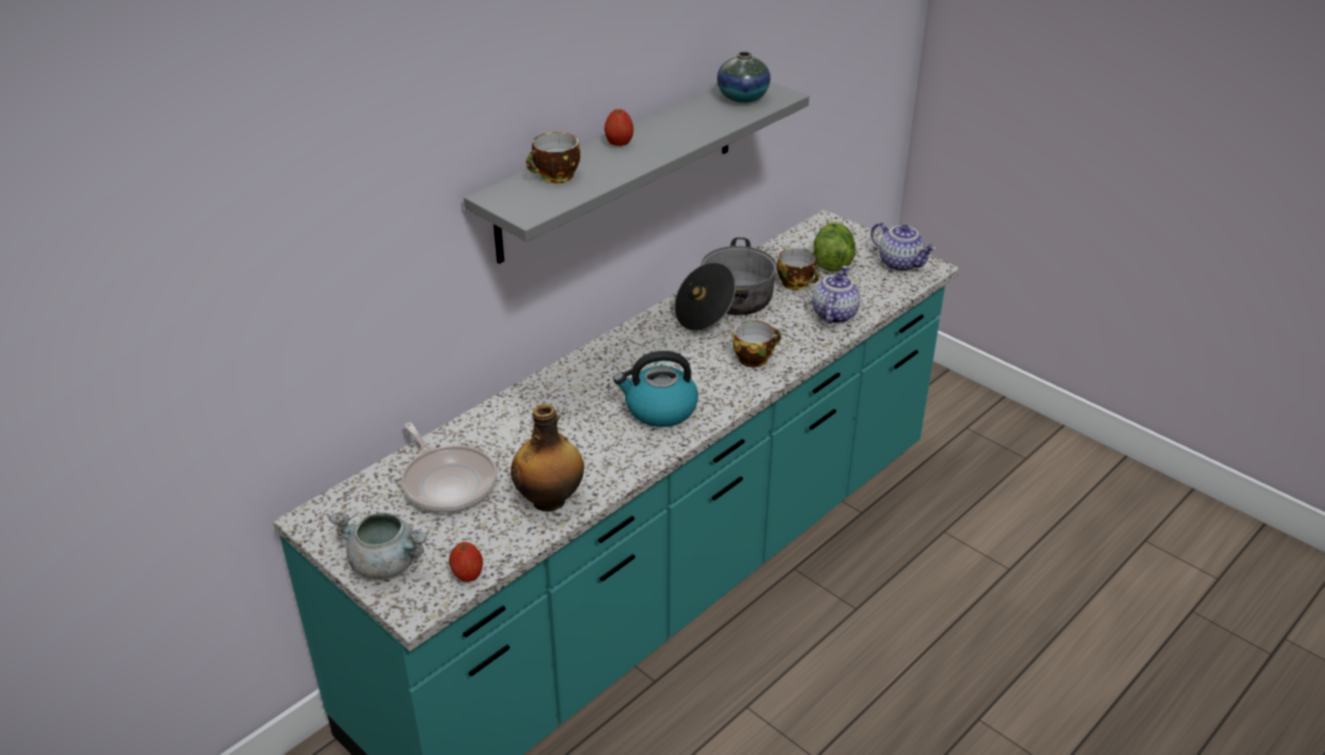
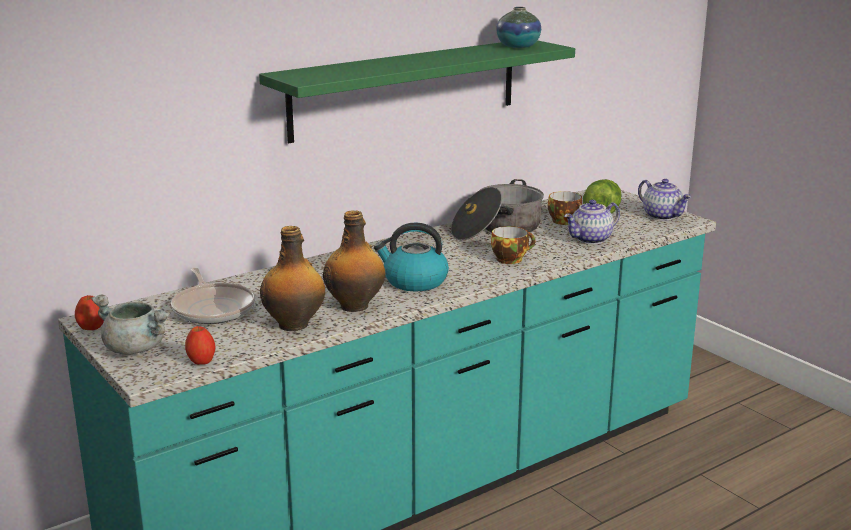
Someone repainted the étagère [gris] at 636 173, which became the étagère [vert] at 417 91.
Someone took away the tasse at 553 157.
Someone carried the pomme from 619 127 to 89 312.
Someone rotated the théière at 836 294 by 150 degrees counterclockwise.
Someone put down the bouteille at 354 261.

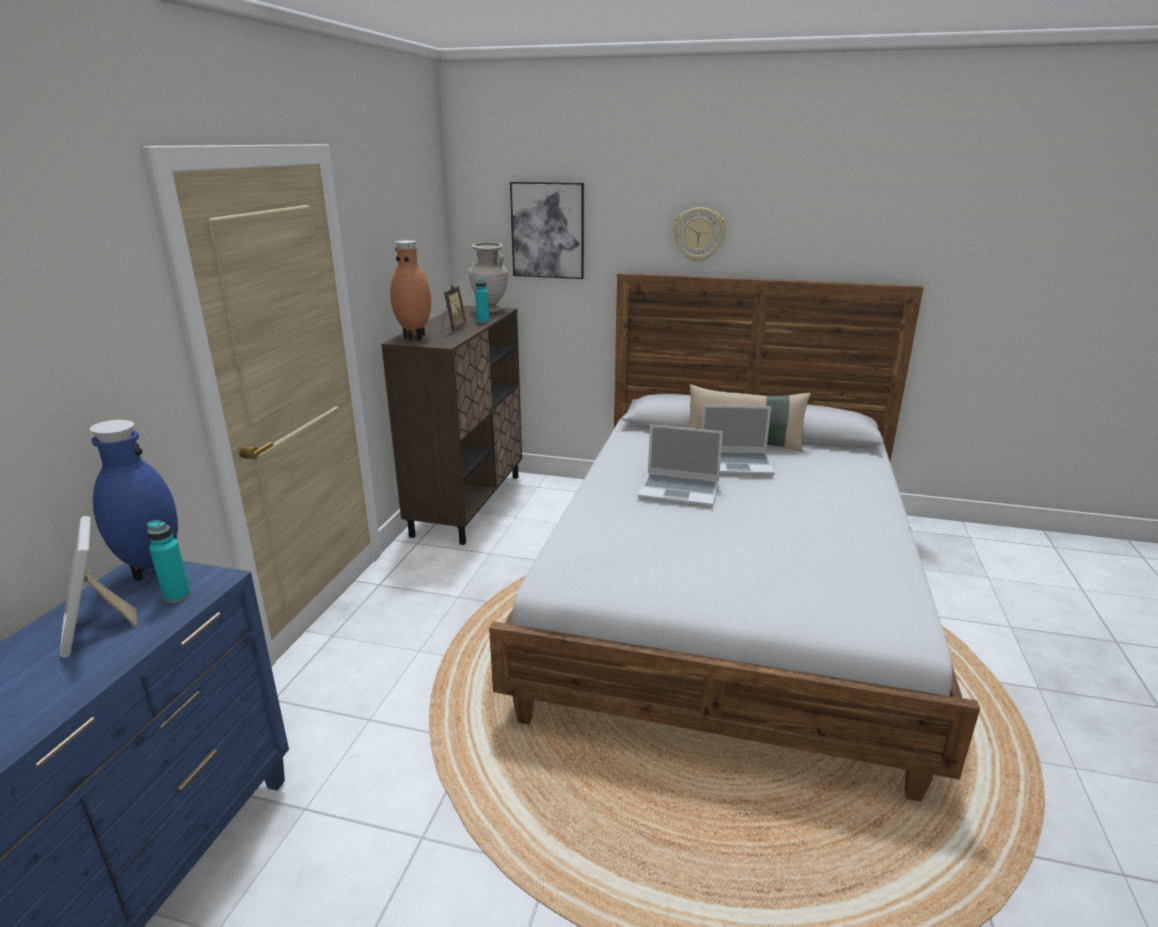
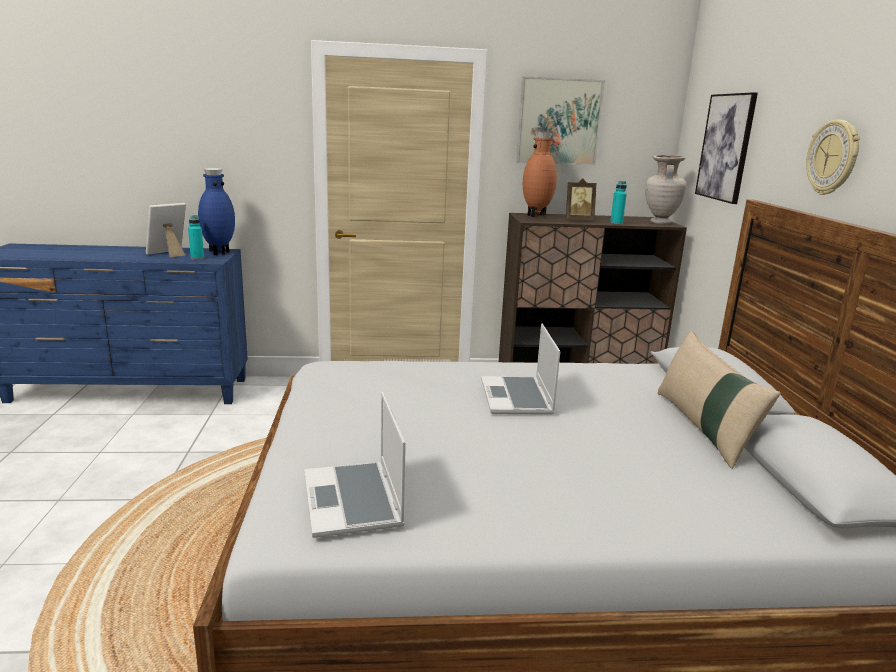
Someone carried the ordinateur portable from 738 440 to 355 465.
Someone put up the tableau at 560 121.

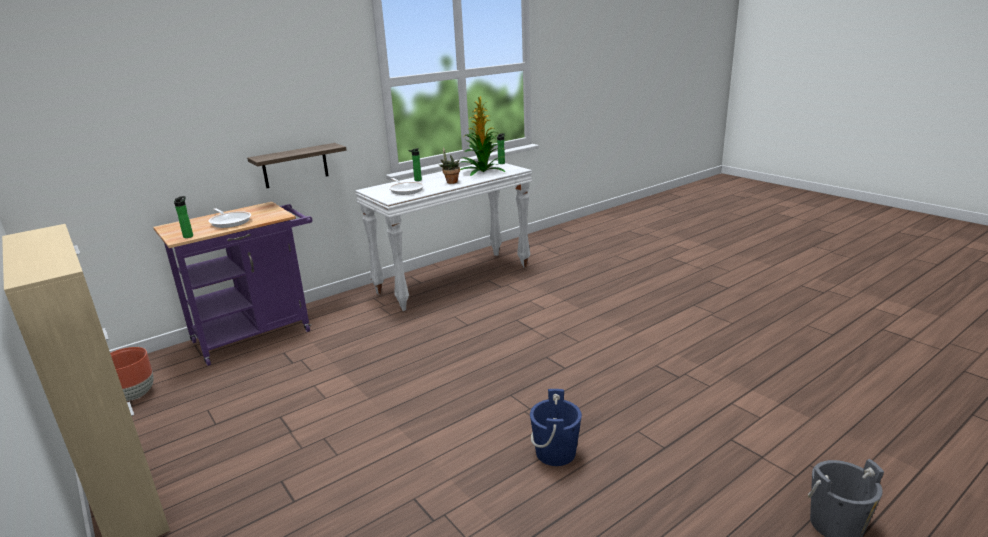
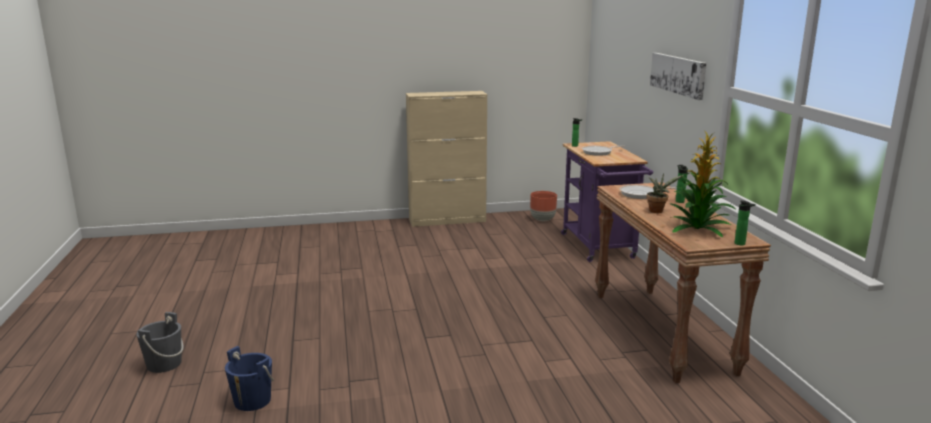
Someone took away the étagère at 297 165.
Someone repainted the table console [blanc] at 443 235, which became the table console [marron] at 683 282.
Someone carried the seau [bleu] from 556 427 to 249 378.
Someone put up the tableau at 678 76.

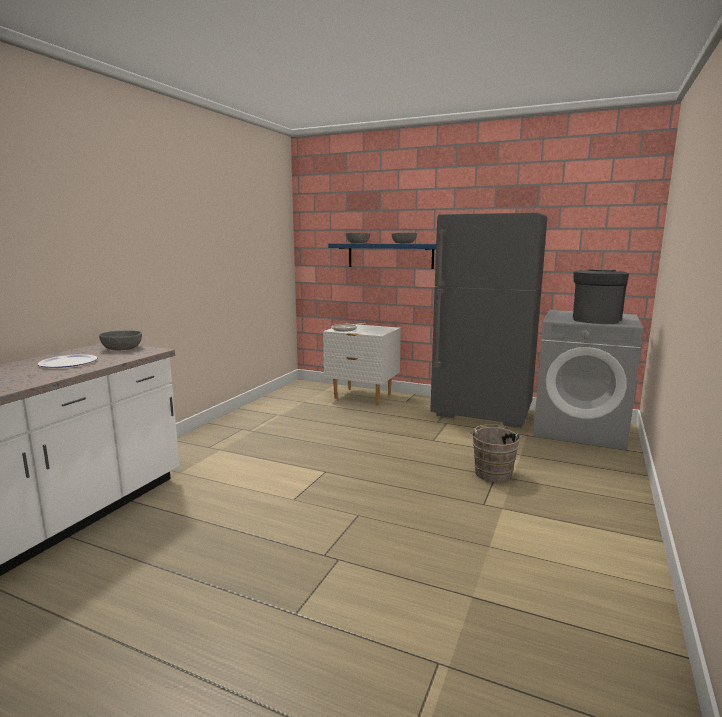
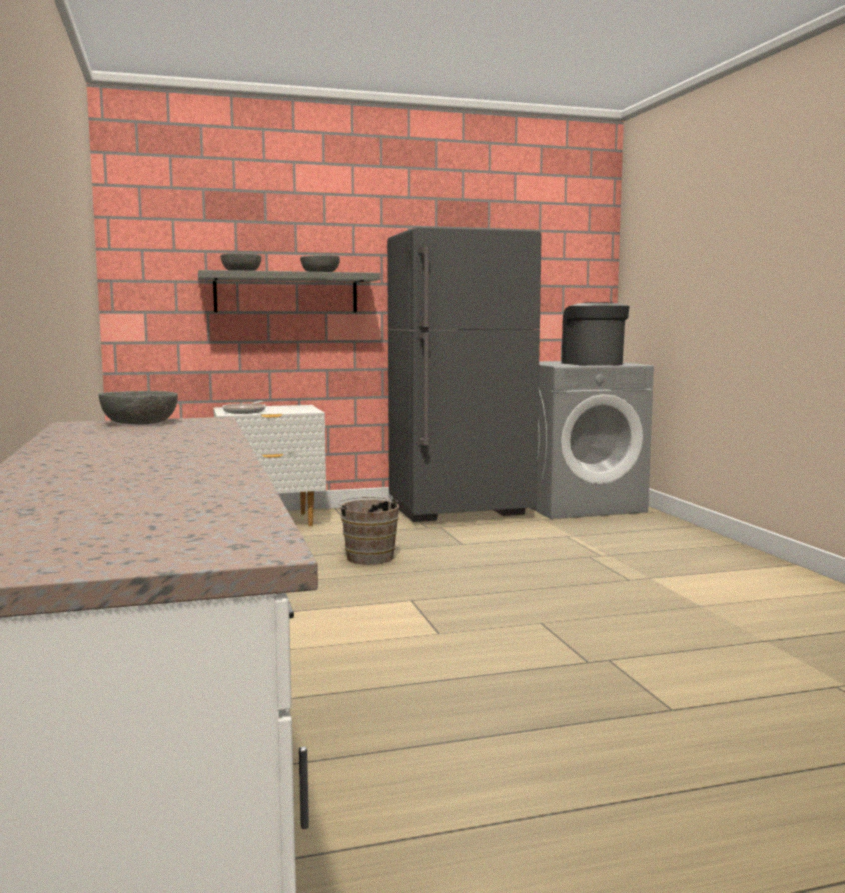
Someone took away the assiette at 67 361.
Someone repainted the étagère [bleu] at 382 256, which became the étagère [gris] at 289 291.
Someone carried the seau [marron] from 496 453 to 368 531.

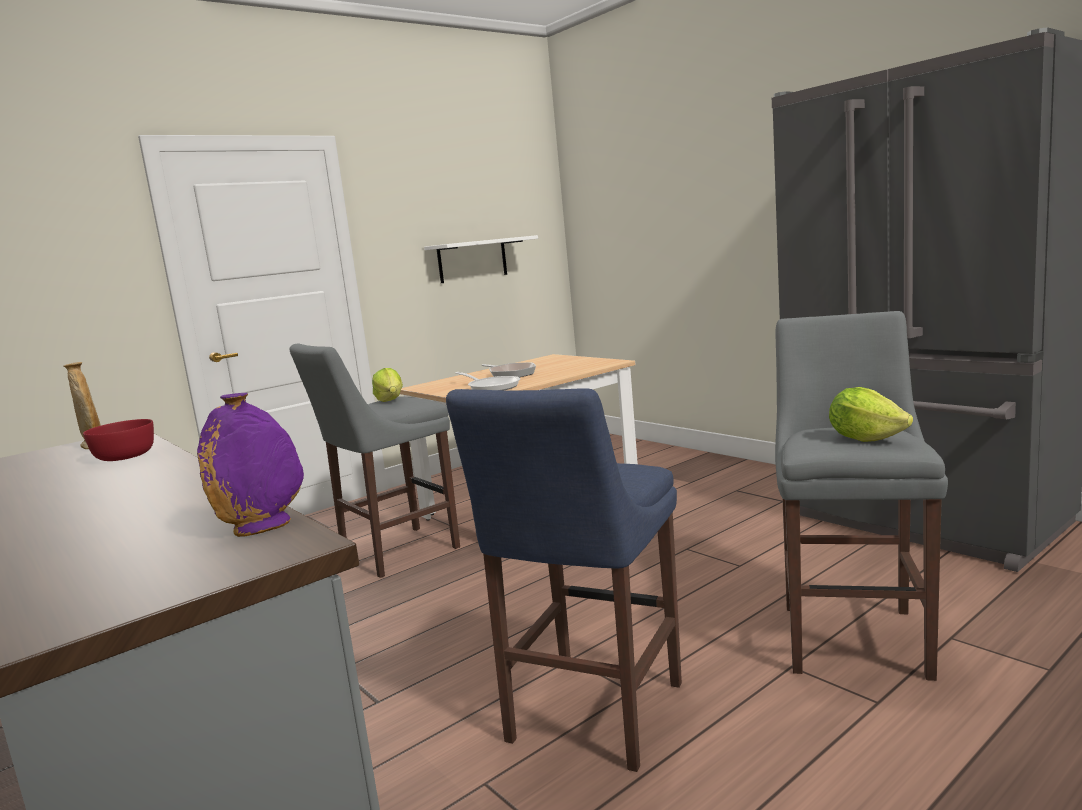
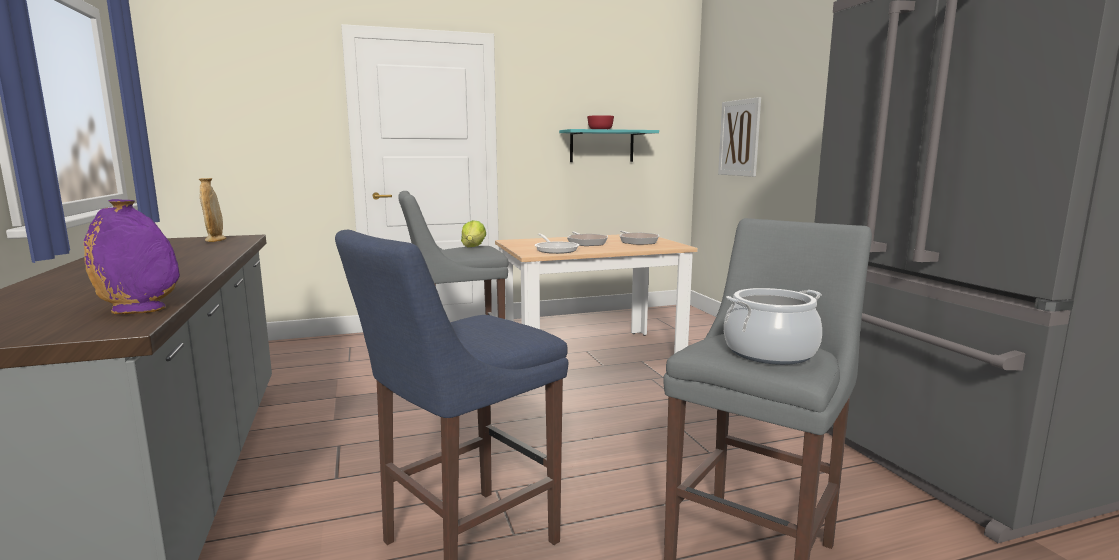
Someone carried the bol [rouge] from 118 440 to 600 122.
Someone repainted the étagère [blanc] at 481 259, which became the étagère [turquoise] at 609 145.
Someone swapped the laitue at 871 414 for the marmite at 773 326.
Someone put down the poêle at 639 237.
Someone put up the tableau at 739 137.

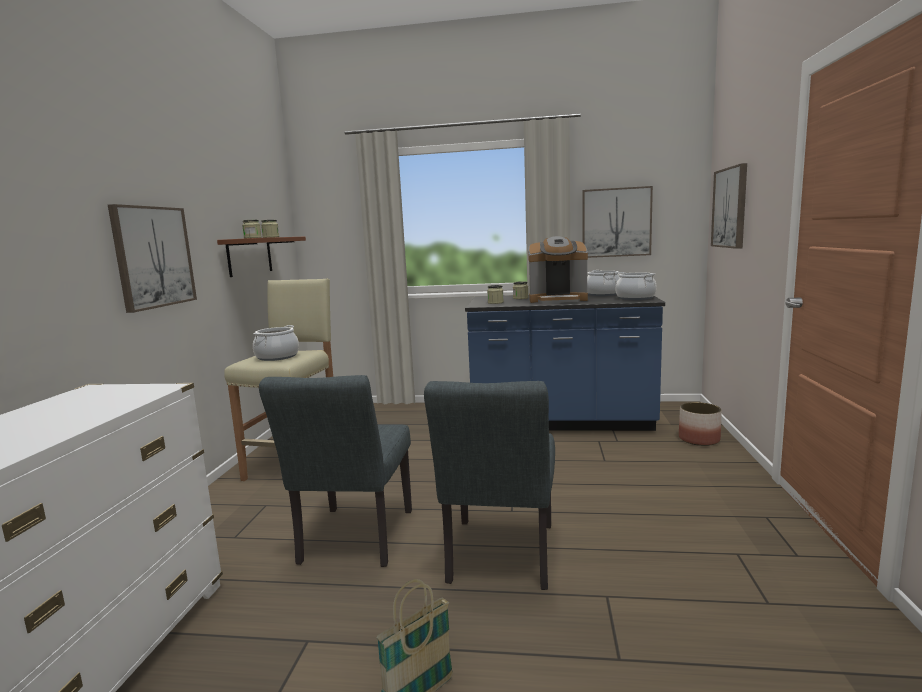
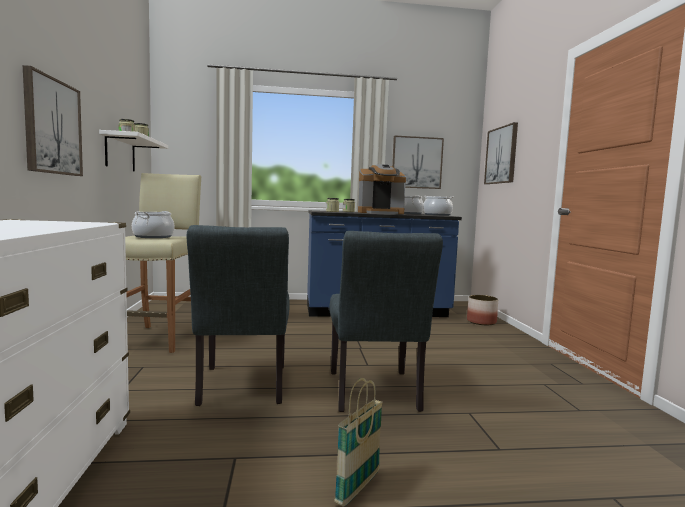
Someone repainted the étagère [marron] at 261 257, which became the étagère [blanc] at 133 150.

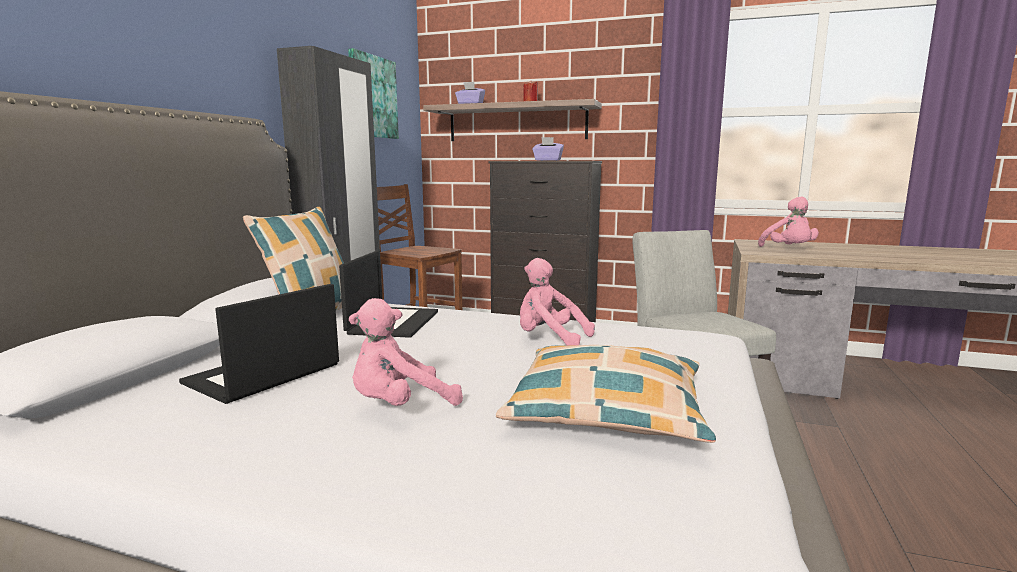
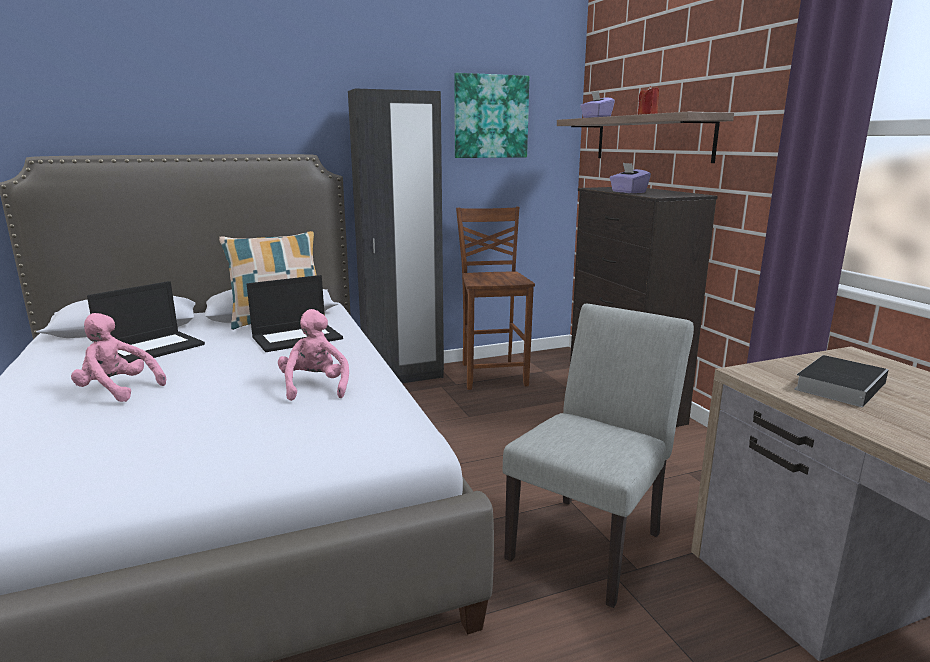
Someone rotated the ordinateur portable at 259 344 by 135 degrees clockwise.
Someone took away the coussin at 606 394.
Someone swapped the peluche [rose] at 788 222 for the livre at 841 381.

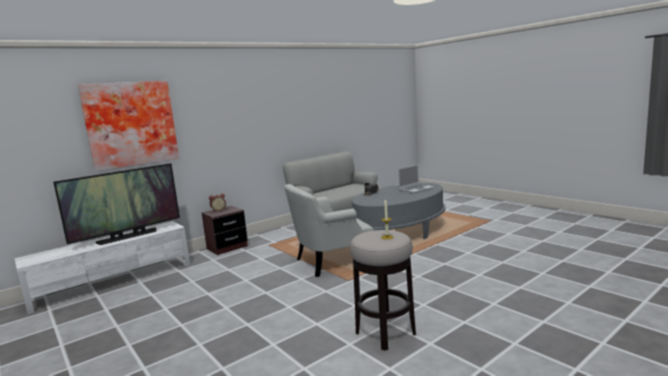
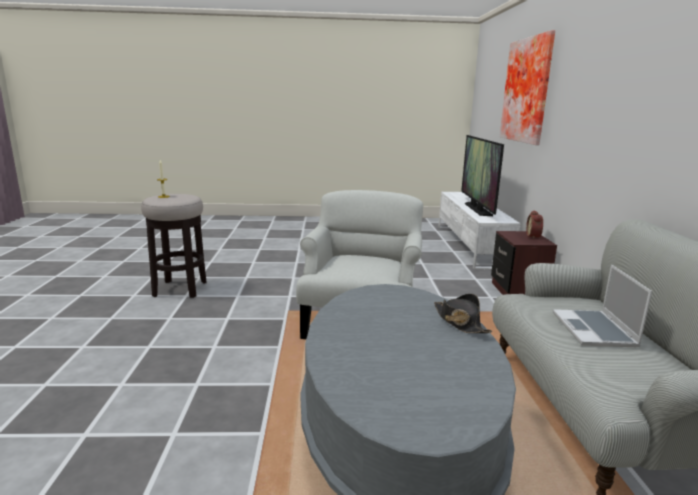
Someone carried the ordinateur portable from 416 179 to 602 306.

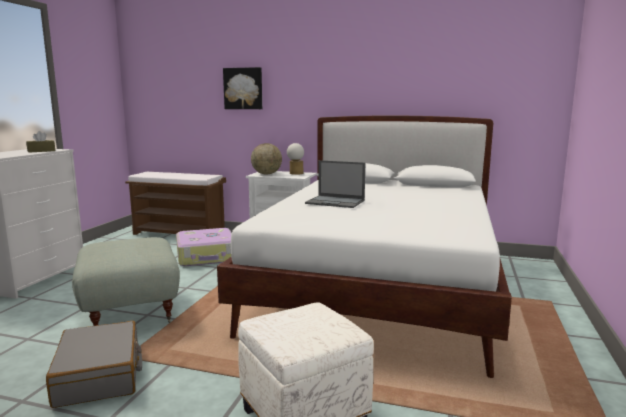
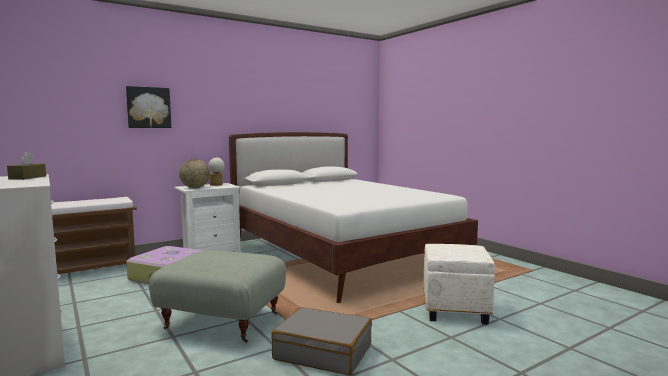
Someone took away the ordinateur portable at 335 184.

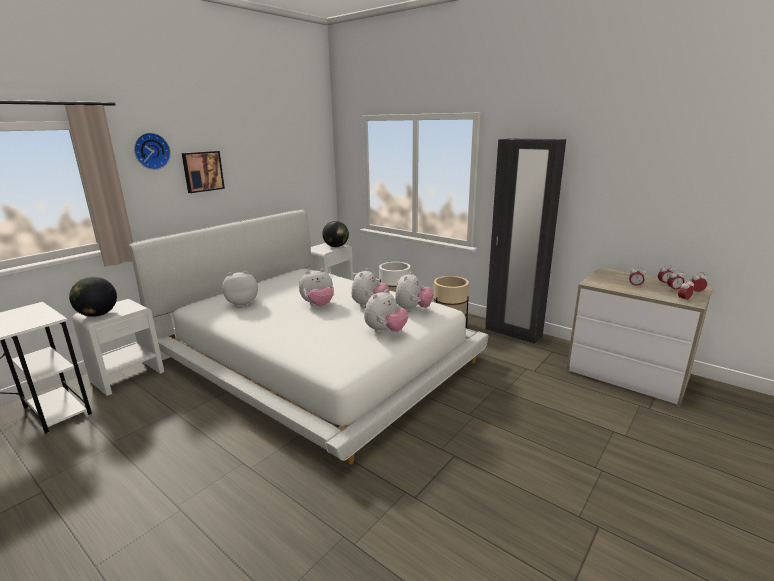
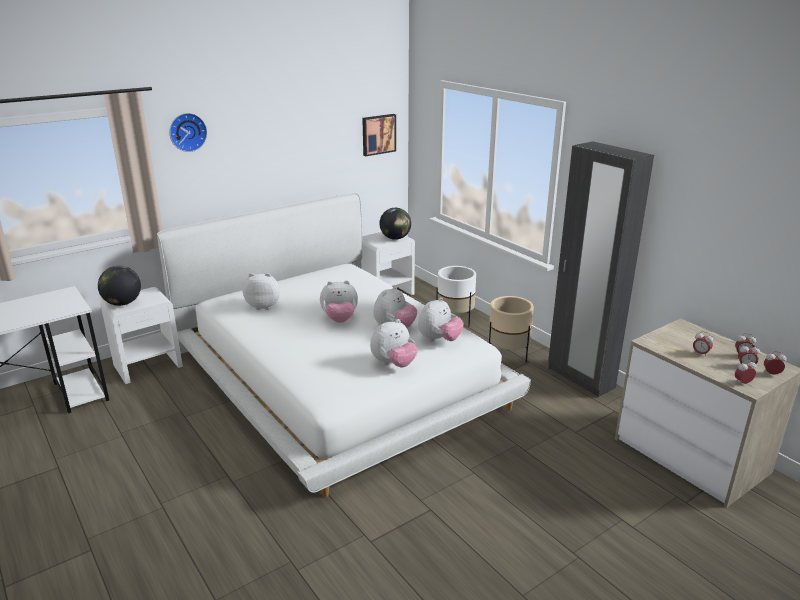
Someone carried the tableau from 203 172 to 379 135.

